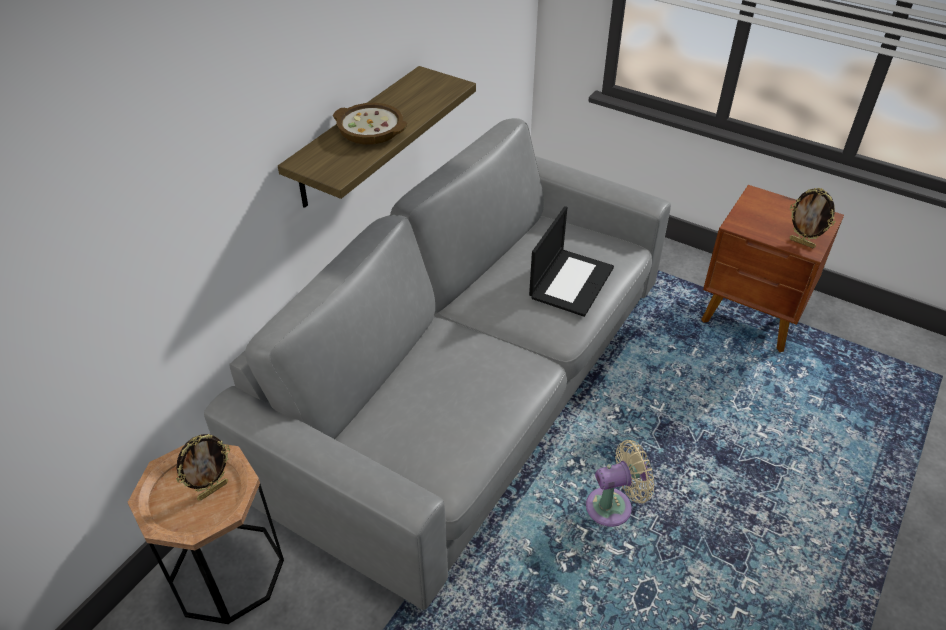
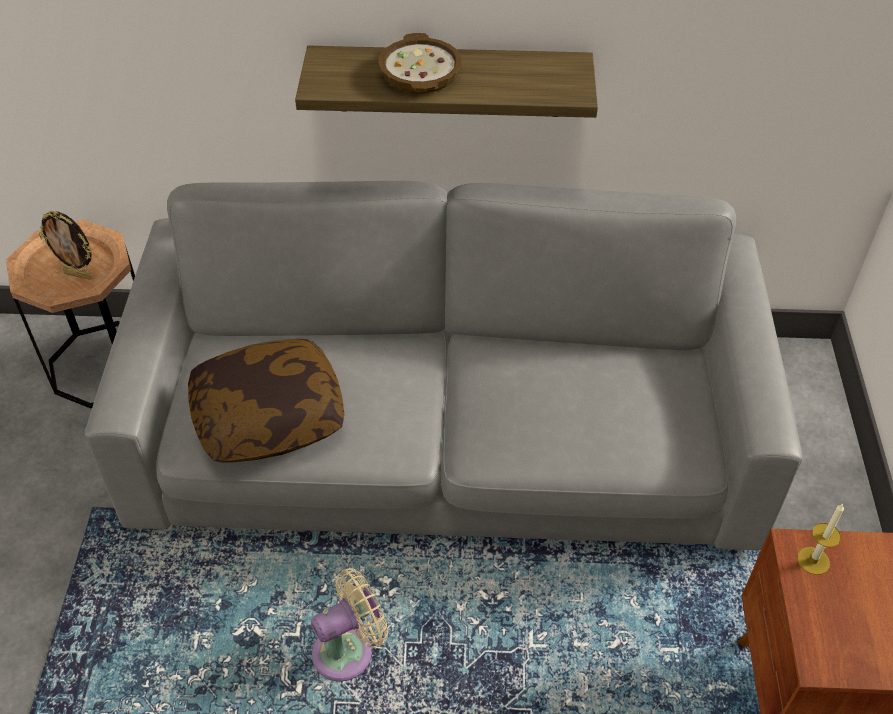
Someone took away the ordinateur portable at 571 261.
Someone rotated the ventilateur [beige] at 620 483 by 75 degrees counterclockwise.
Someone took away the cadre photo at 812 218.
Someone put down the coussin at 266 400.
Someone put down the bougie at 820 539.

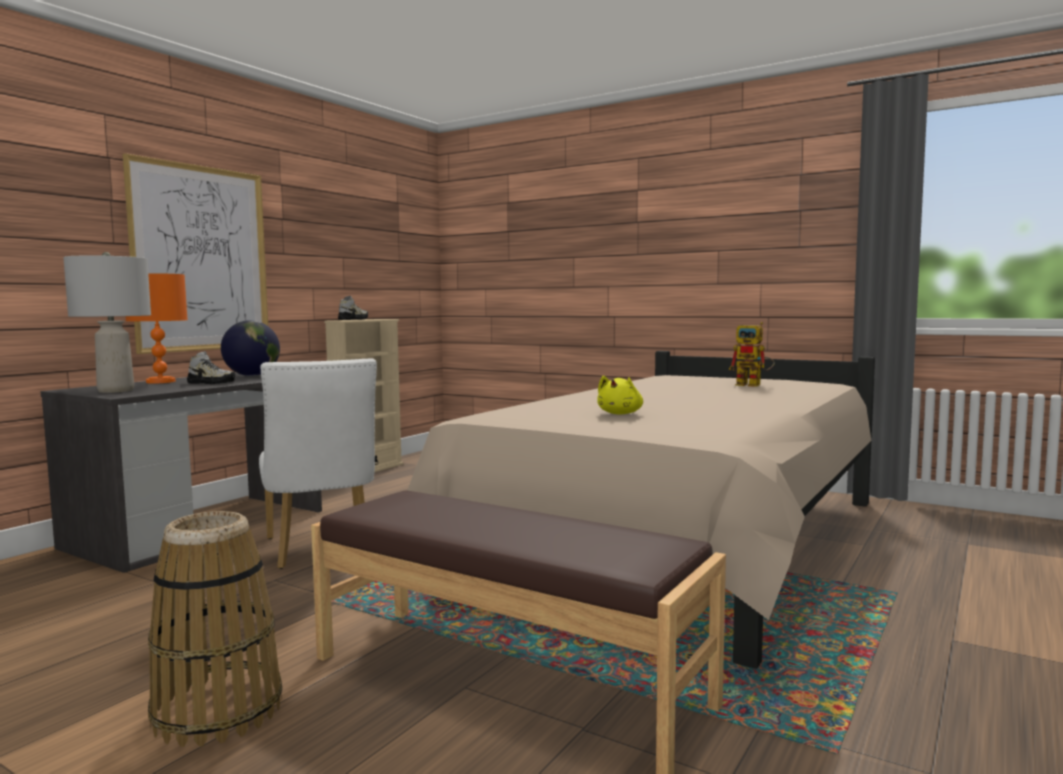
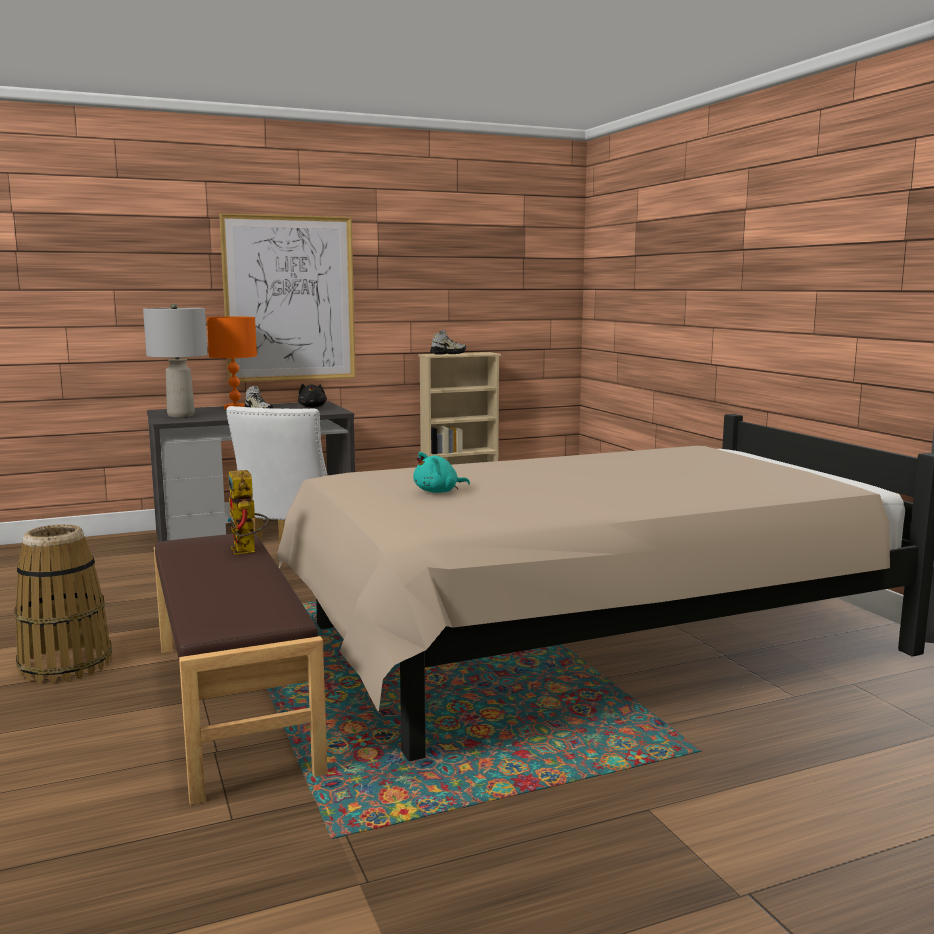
Someone swapped the globe at 250 348 for the peluche [noir] at 312 396.
Someone repainted the peluche [jaune] at 620 395, which became the peluche [turquoise] at 441 472.
Someone carried the robot jouet from 752 354 to 248 512.

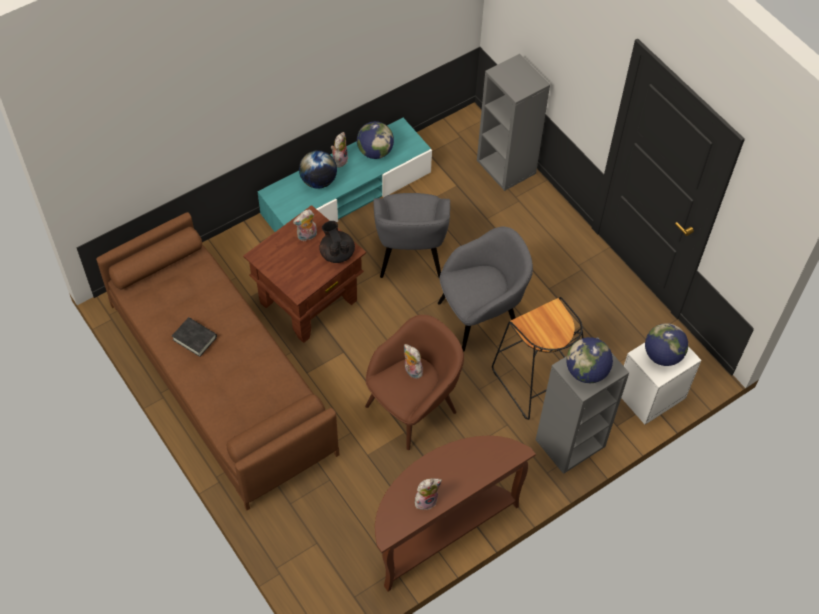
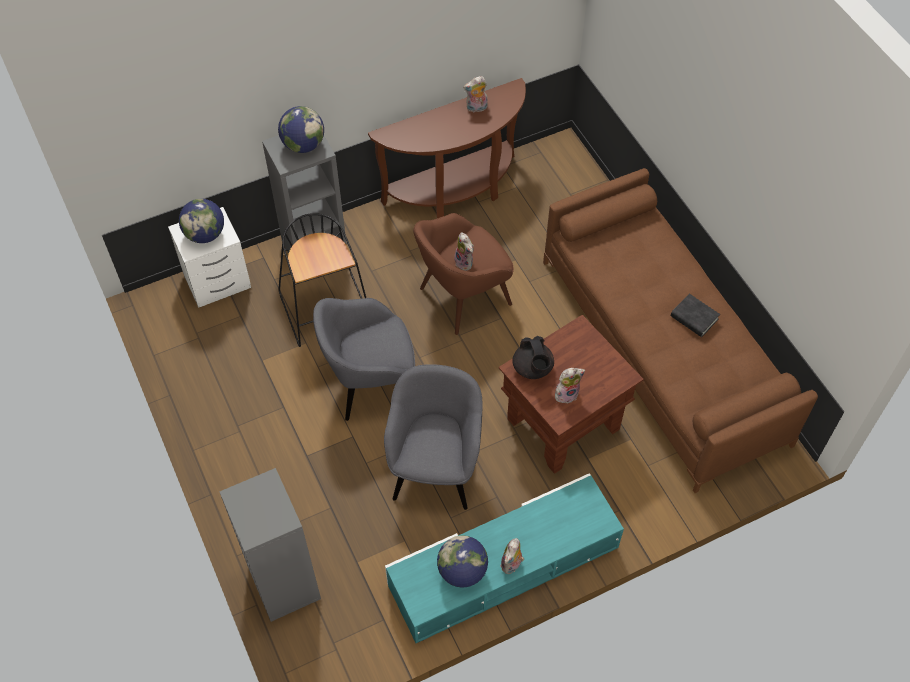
Someone took away the globe at 318 169.

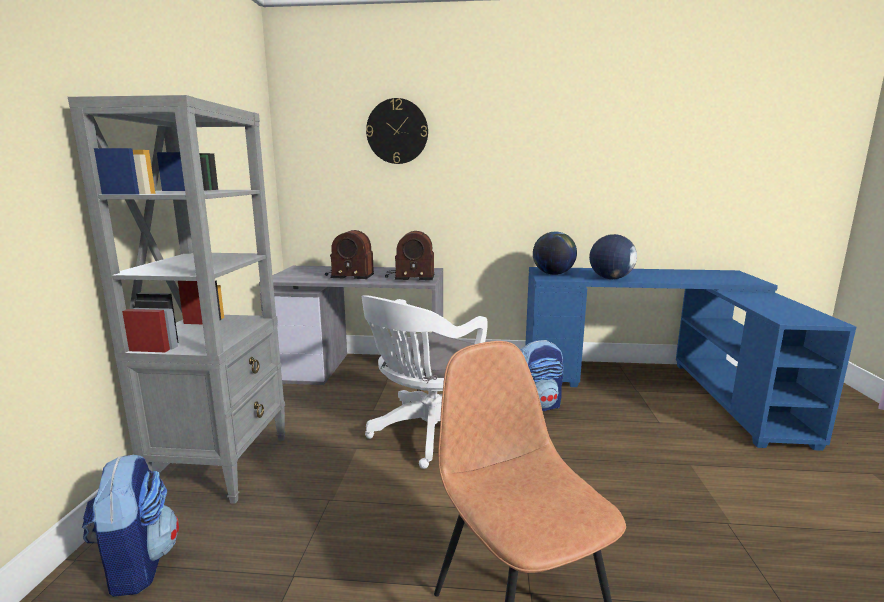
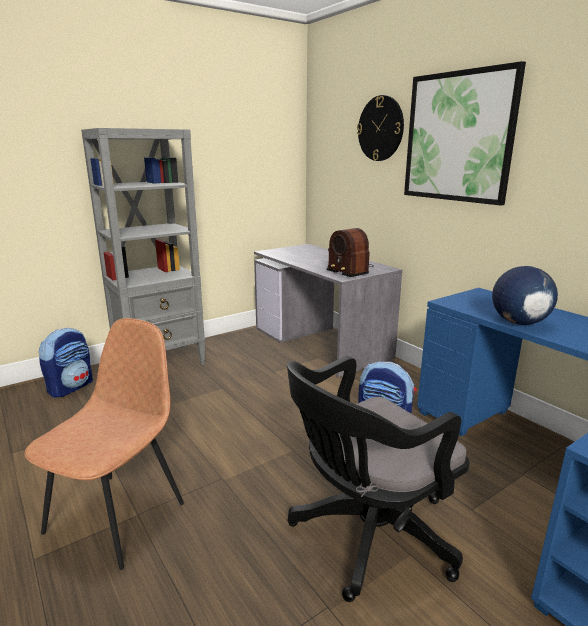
Someone took away the radio at 349 254.
Someone took away the chaise de bureau [blanc] at 424 382.
Someone took away the globe at 555 253.
Someone put down the chaise de bureau [noir] at 378 479.
Someone put up the tableau at 465 133.

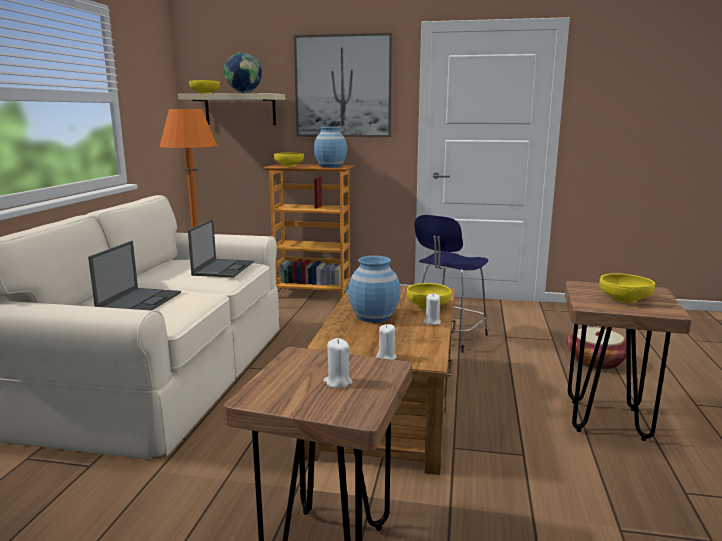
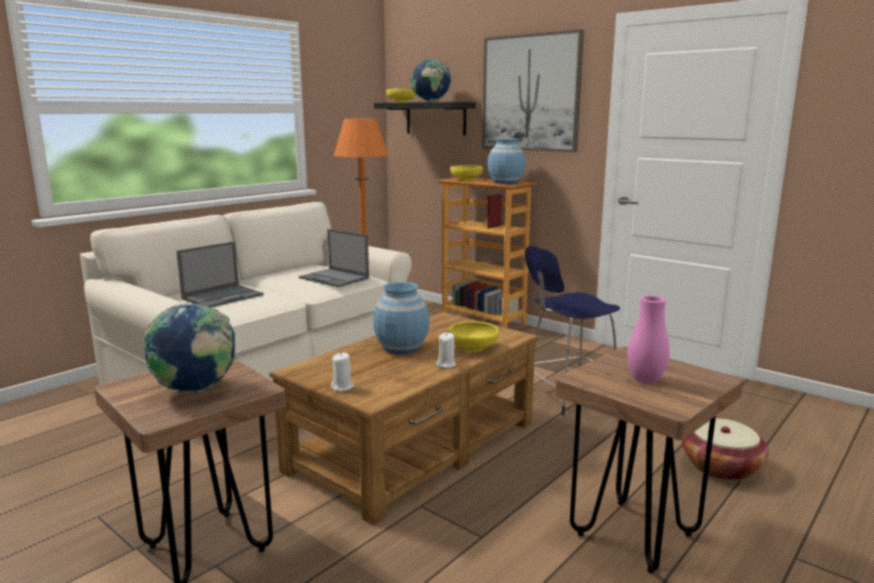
Someone repainted the étagère [beige] at 232 109, which became the étagère [noir] at 425 118.
Someone rotated the ordinateur portable at 221 248 by 90 degrees clockwise.
Someone swapped the bougie [blanc] at 338 363 for the globe at 189 348.
Someone swapped the bol [jaune] at 627 288 for the vase [rose] at 649 340.

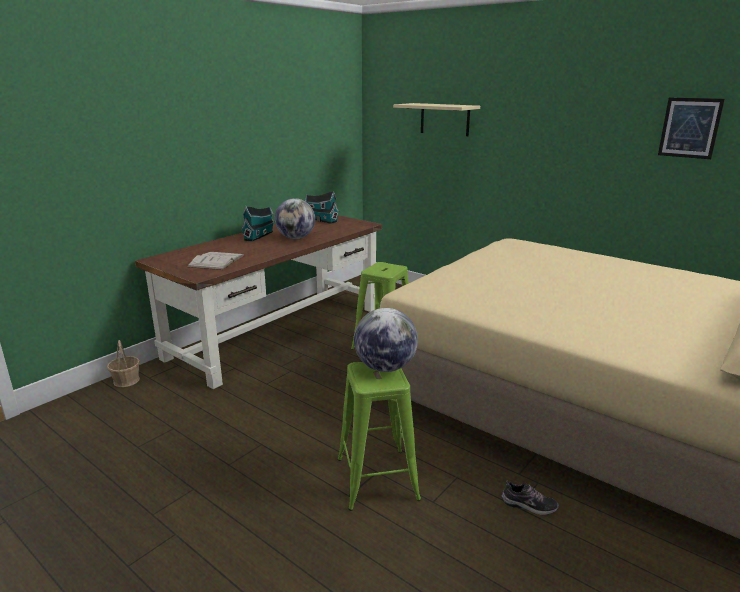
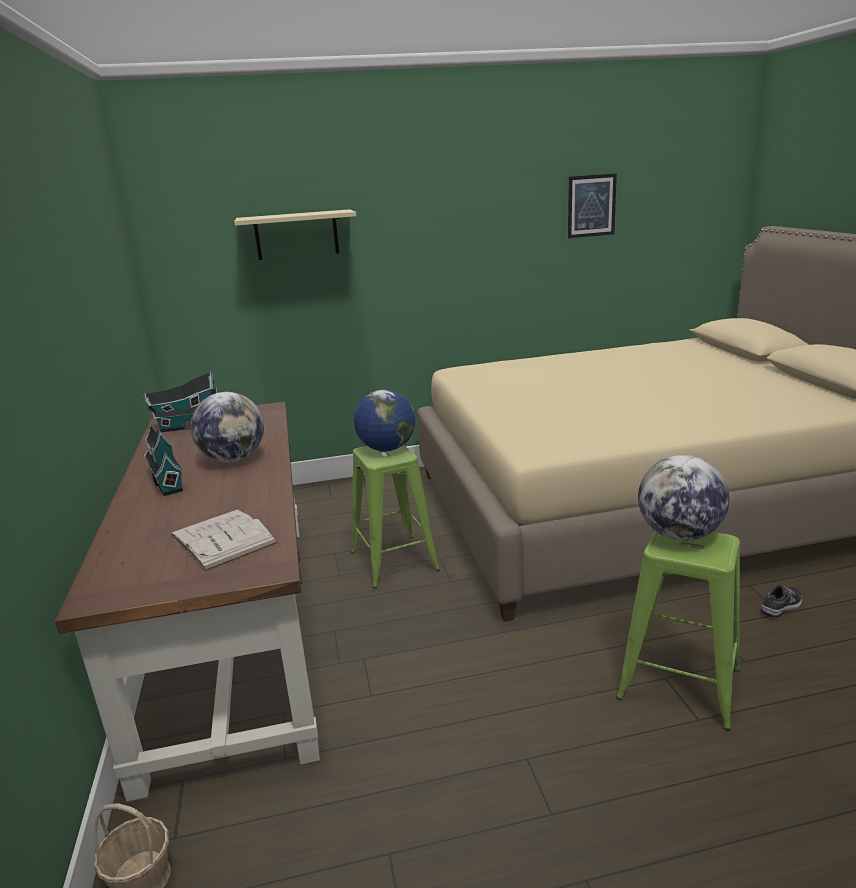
Someone put down the globe at 384 420.

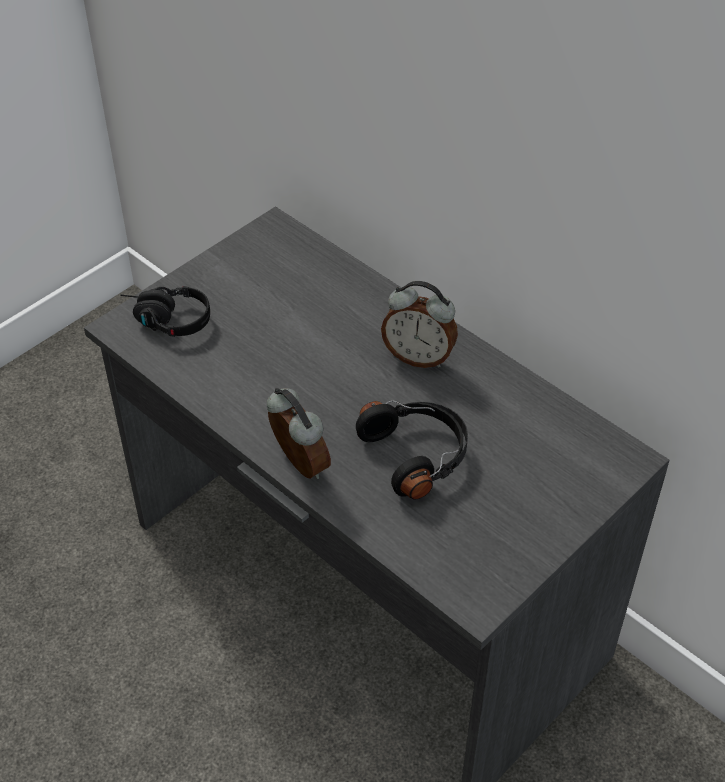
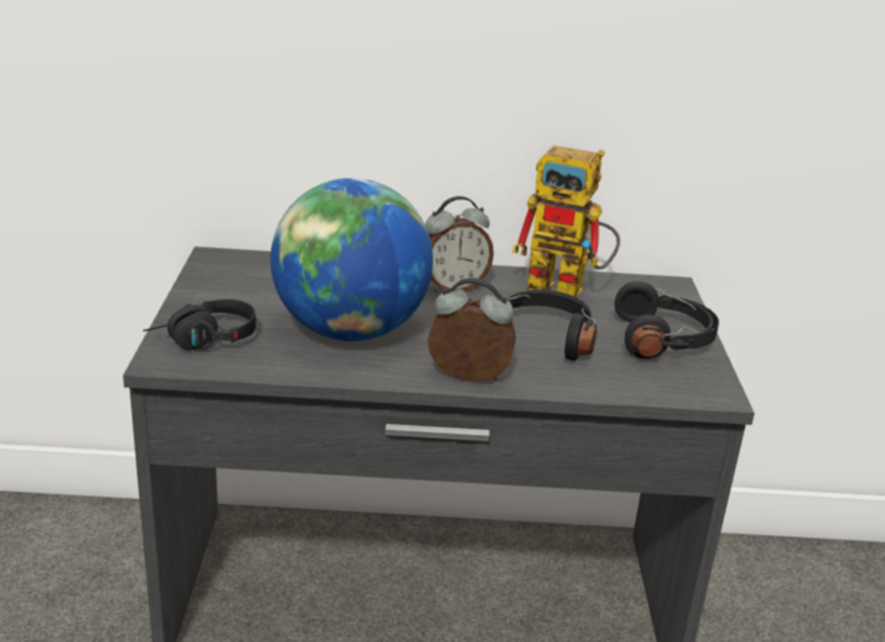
Someone put down the globe at 351 259.
Someone put down the robot jouet at 566 221.
Someone put down the casque audio [noir] at 667 320.

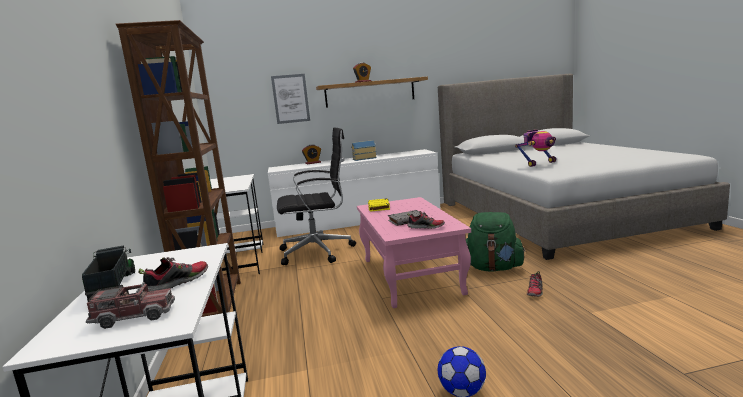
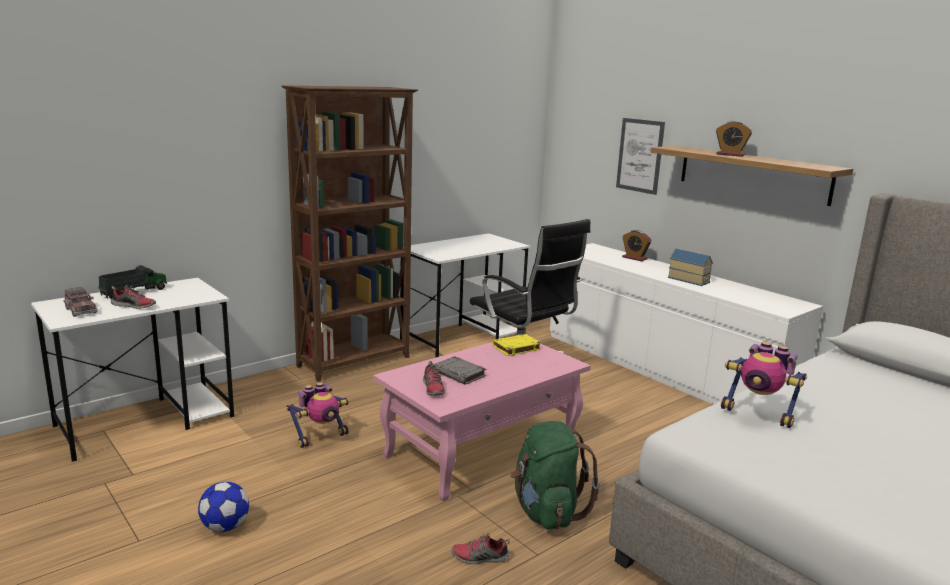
Someone put down the robot jouet at 317 415.

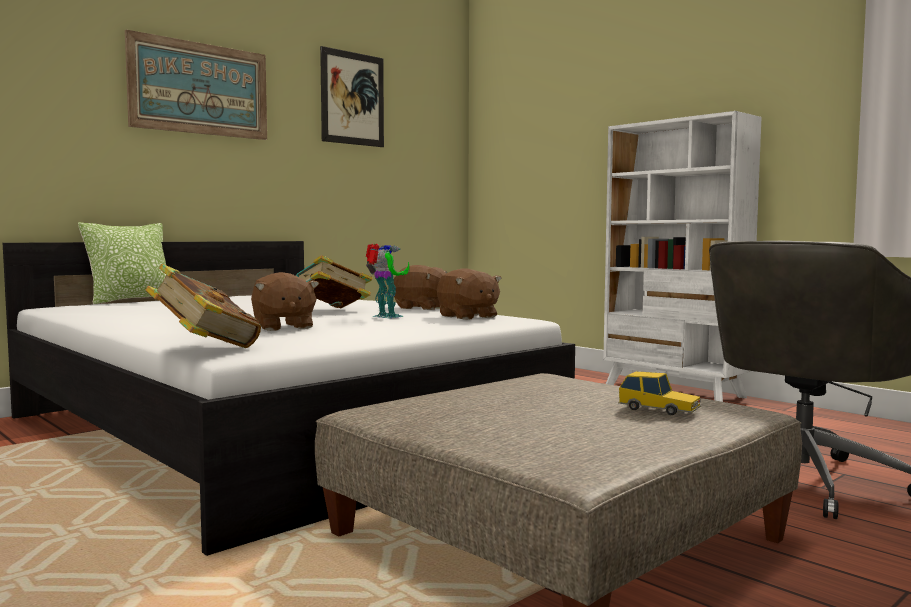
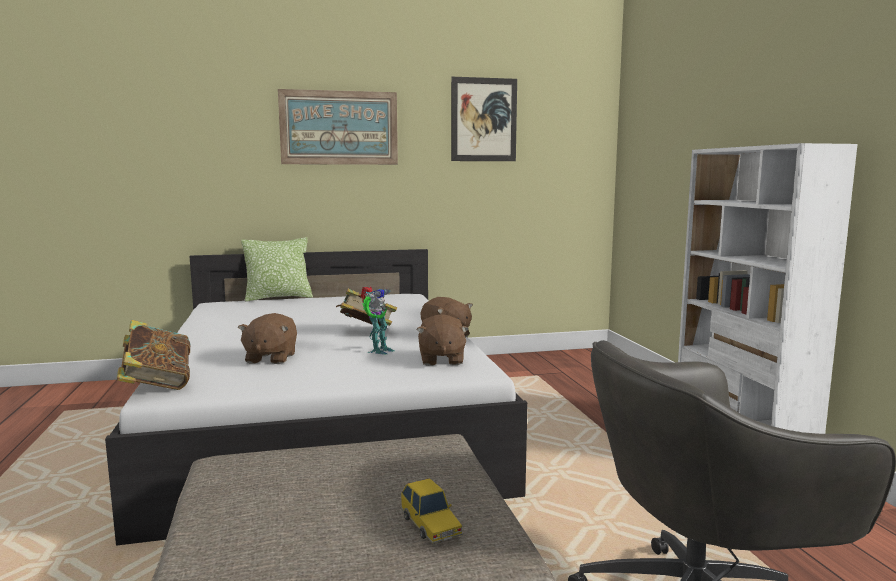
Someone rotated the robot jouet at 388 281 by 45 degrees clockwise.

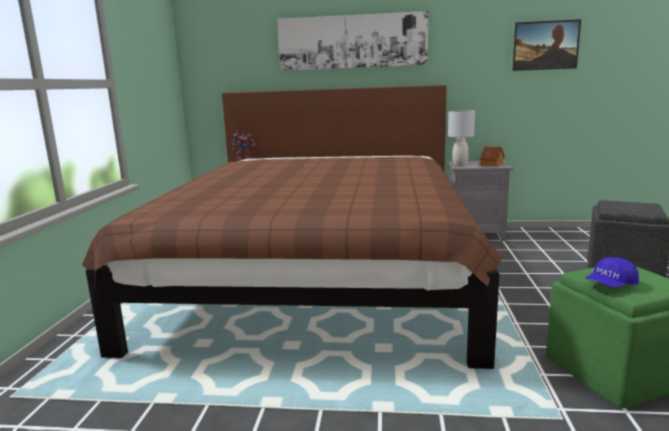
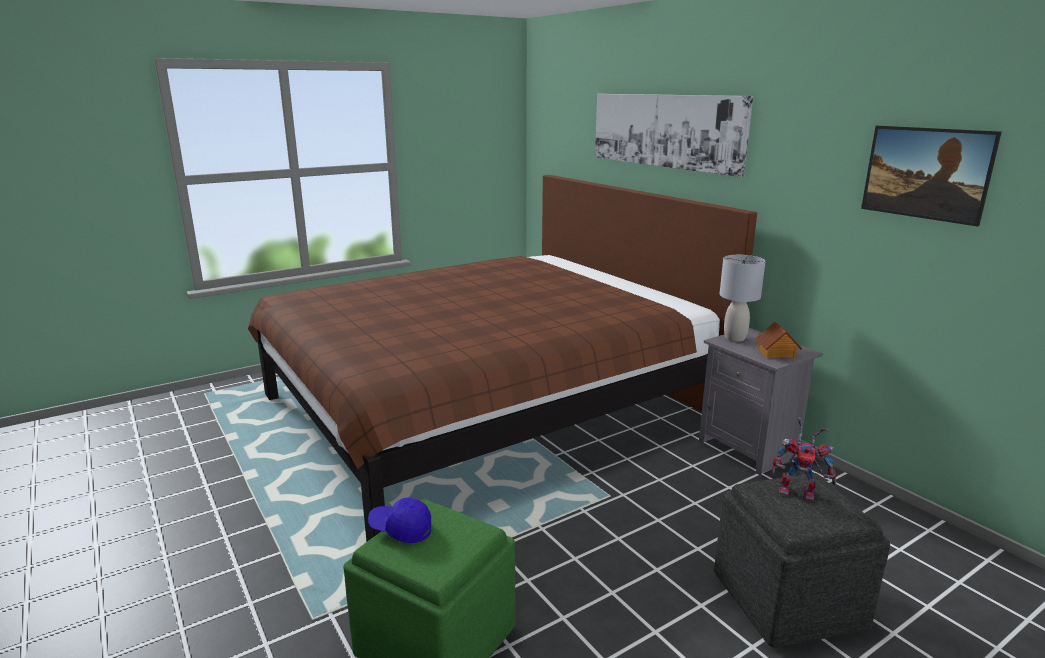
Someone carried the robot jouet from 244 142 to 804 459.

